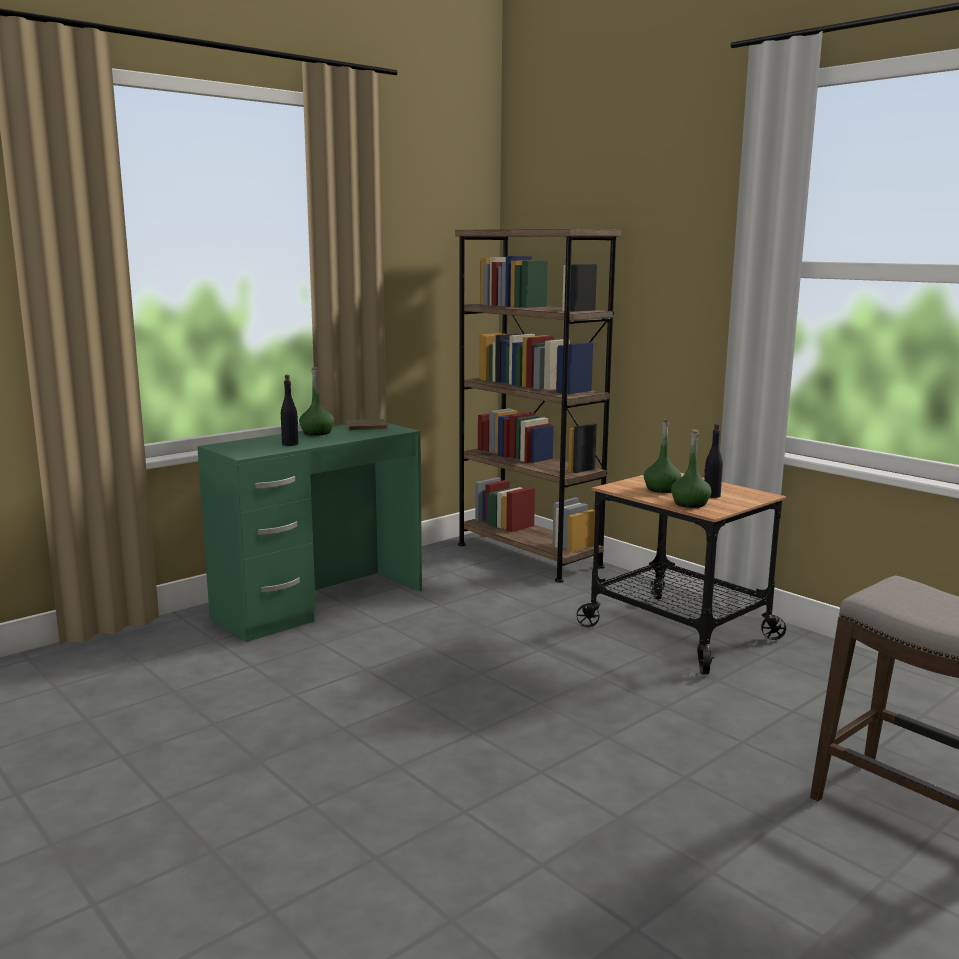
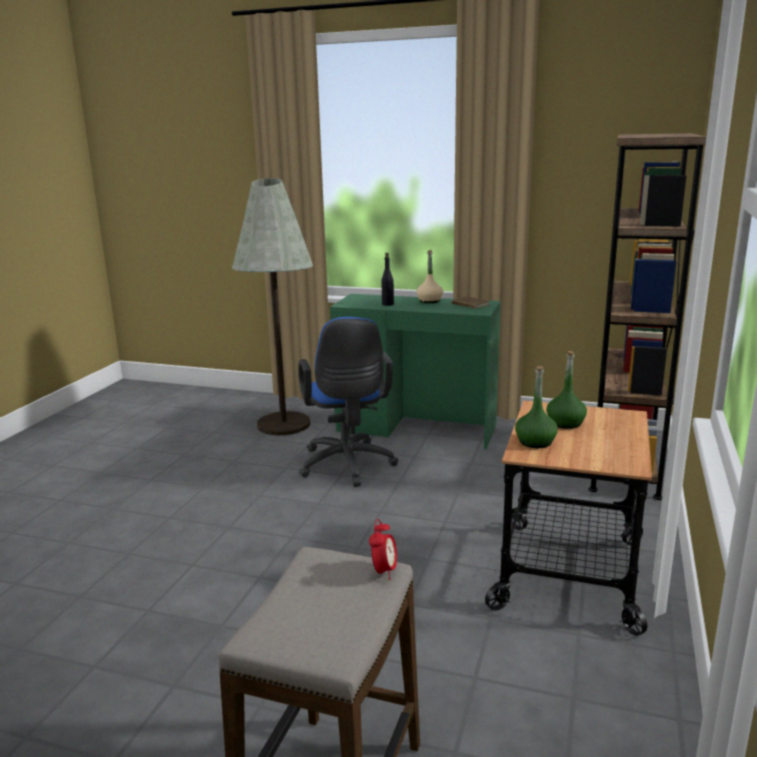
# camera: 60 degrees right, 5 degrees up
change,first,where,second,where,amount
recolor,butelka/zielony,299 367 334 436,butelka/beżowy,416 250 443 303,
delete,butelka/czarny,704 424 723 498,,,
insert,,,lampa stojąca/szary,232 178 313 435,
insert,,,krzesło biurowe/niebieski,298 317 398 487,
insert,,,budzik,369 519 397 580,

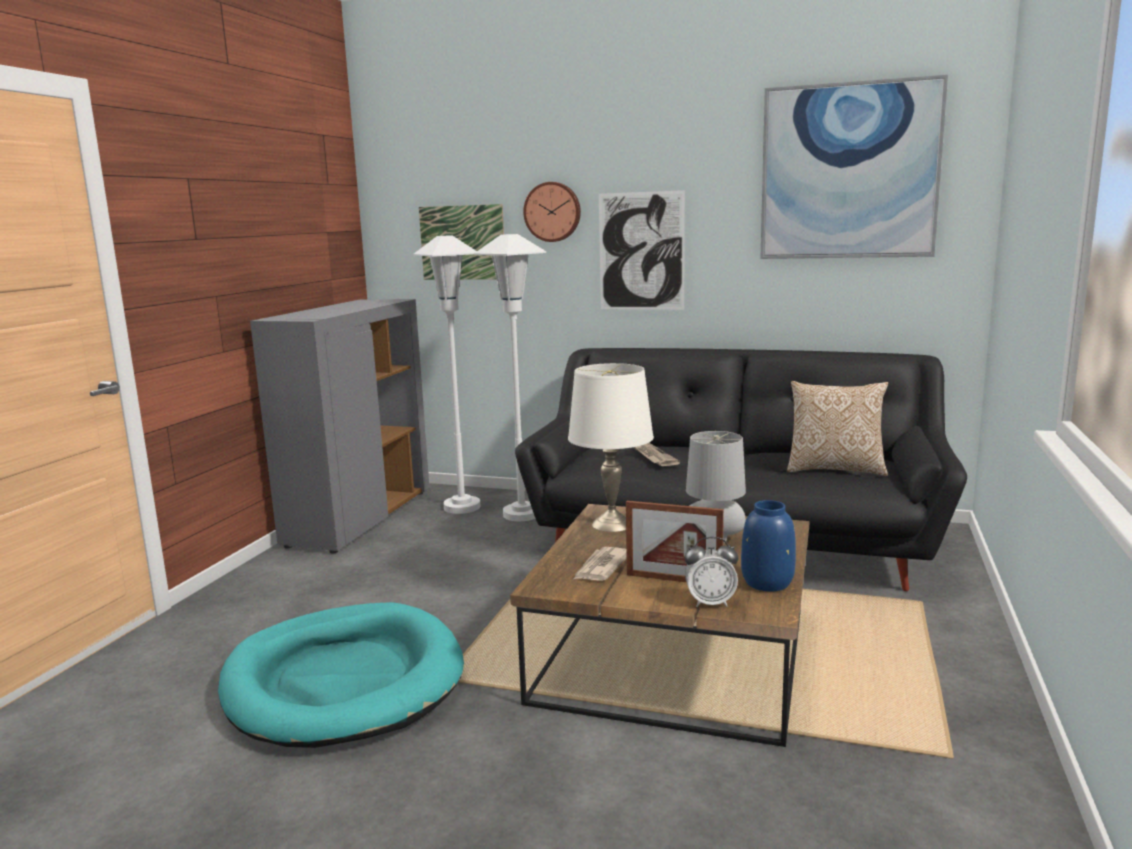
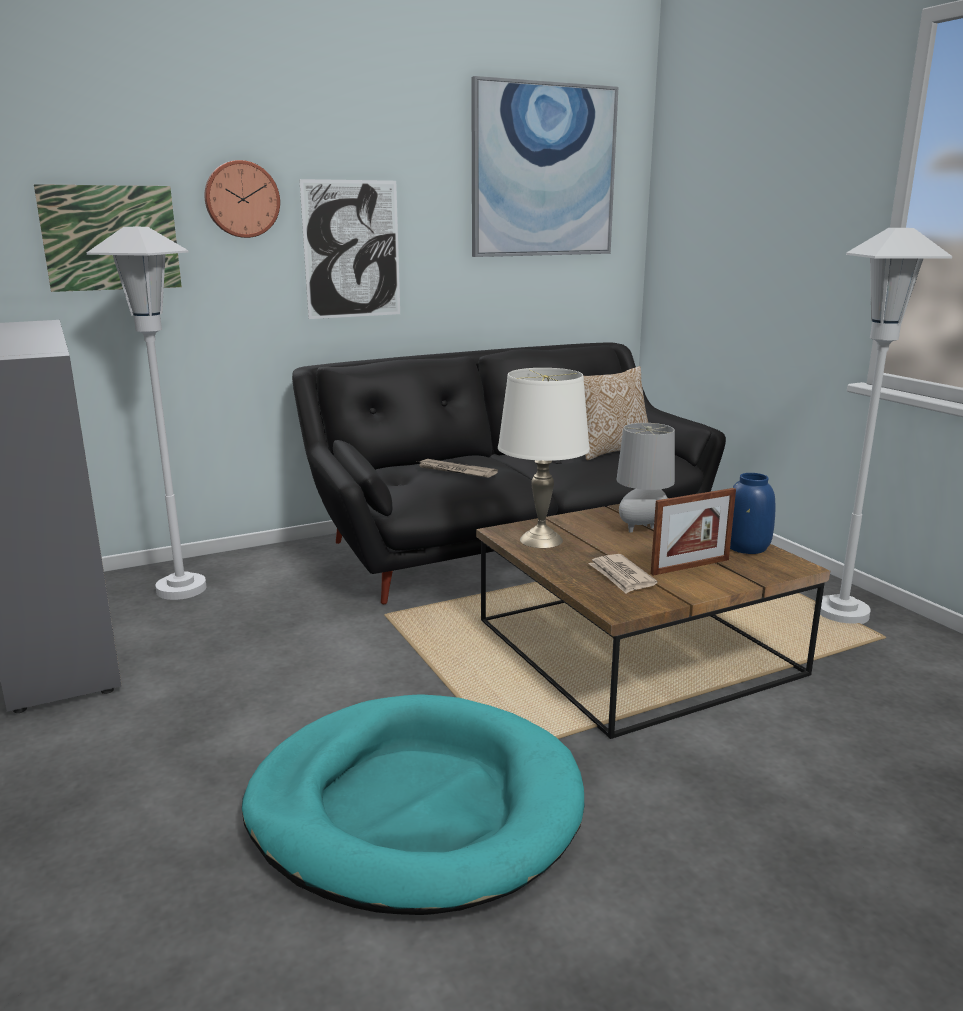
# camera: 45 degrees left, 5 degrees up
change,first,where,second,where,amount
move,lampa stojąca/biały,474 234 546 521,,820 228 952 624,
delete,budzik,685 537 738 607,,,

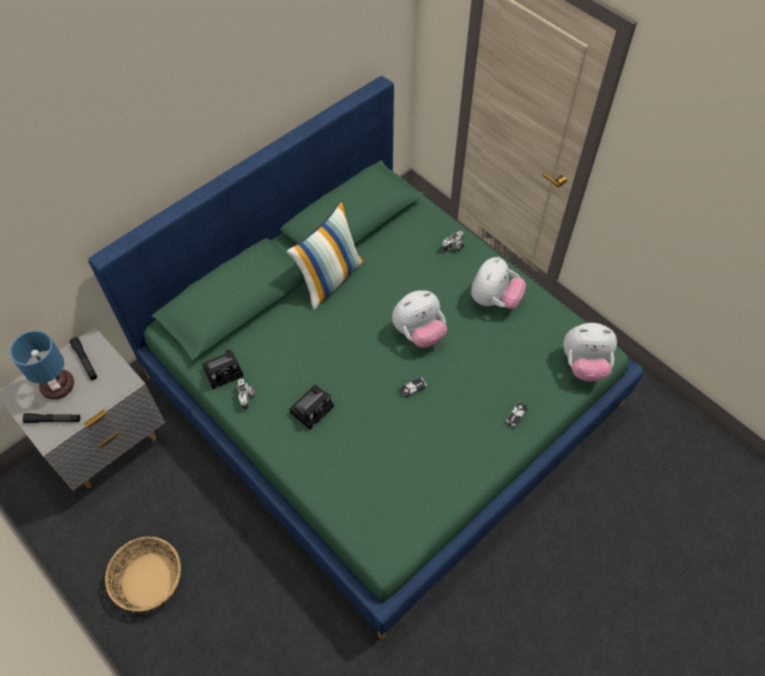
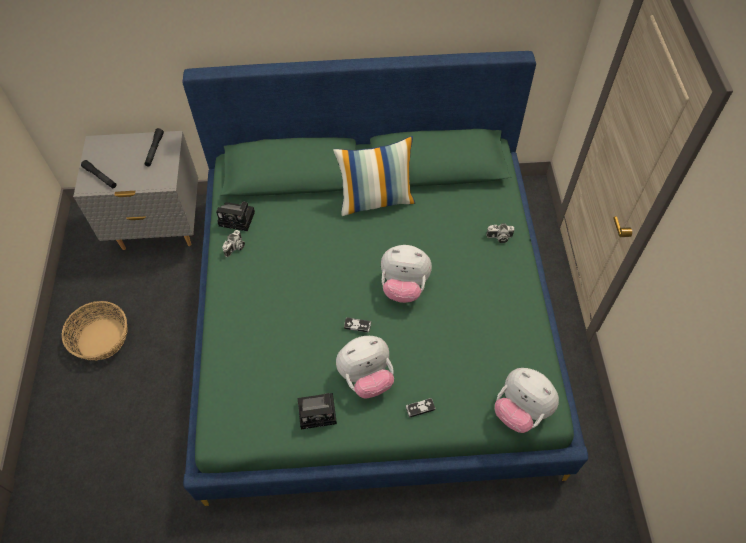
# camera: 40 degrees right, 0 degrees up
change,first,where,second,where,amount
delete,lampa stołowa,10 330 74 400,,,
move,aparat fotograficzny,290 385 334 429,,298 393 337 429,
move,pluszak,471 257 526 309,,336 336 394 399,

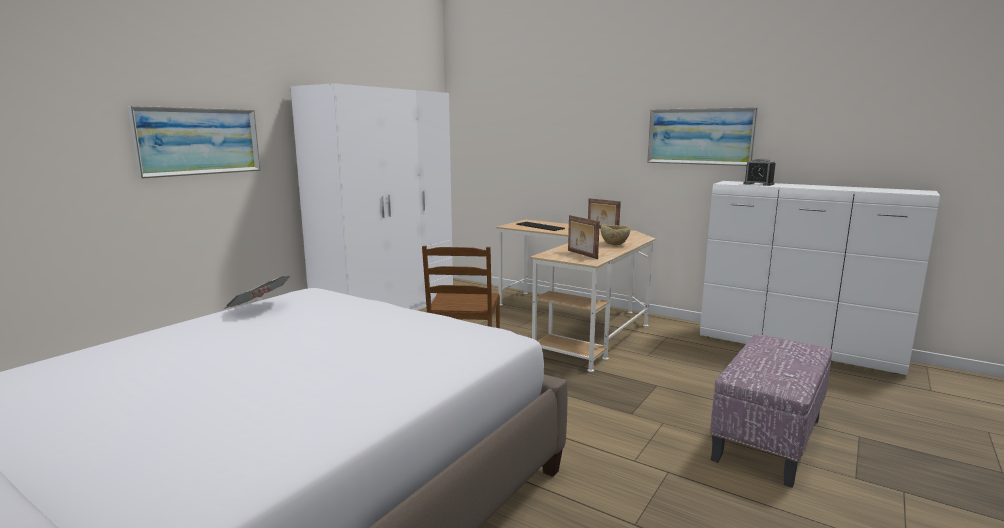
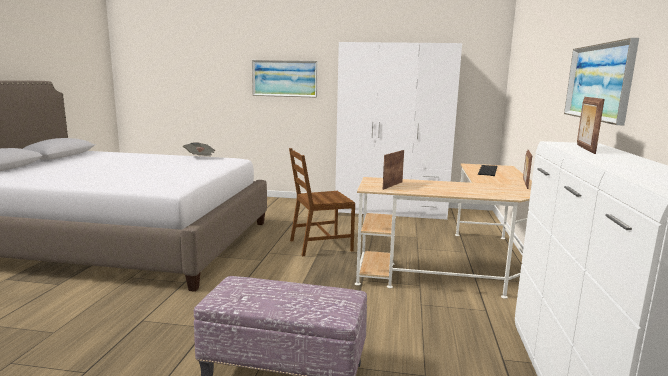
# camera: 65 degrees right, 0 degrees up
change,first,where,second,where,amount
delete,miska/beżowy,601 225 630 245,,,
replace,budzik,743 159 776 186,ramka na zdjęcie,577 97 604 154,

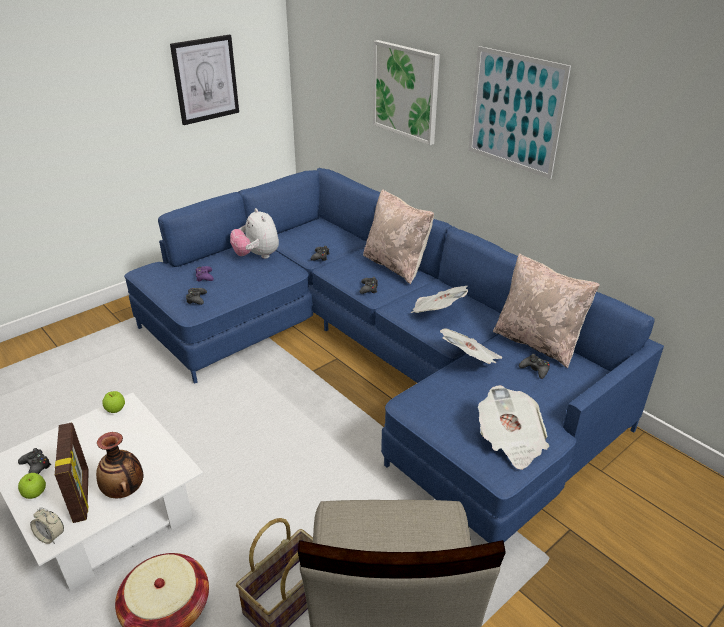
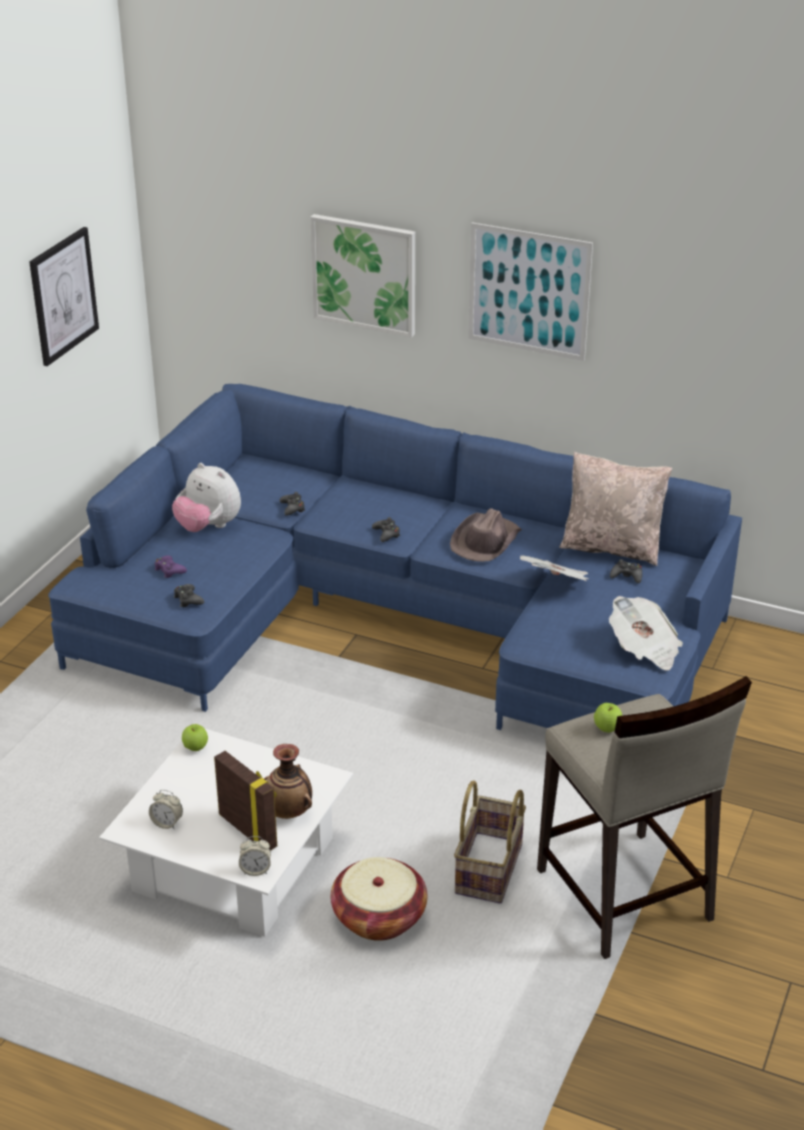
# camera: 25 degrees left, 0 degrees up
change,first,where,second,where,amount
replace,pad do gier/czarny,18 448 51 474,budzik,149 790 183 829,
move,jabłko,18 473 46 499,,594 703 622 732,
delete,poduszka/beżowy,363 189 434 284,,,
replace,gazeta,411 286 468 313,kapelusz/brązowy,450 508 522 562,

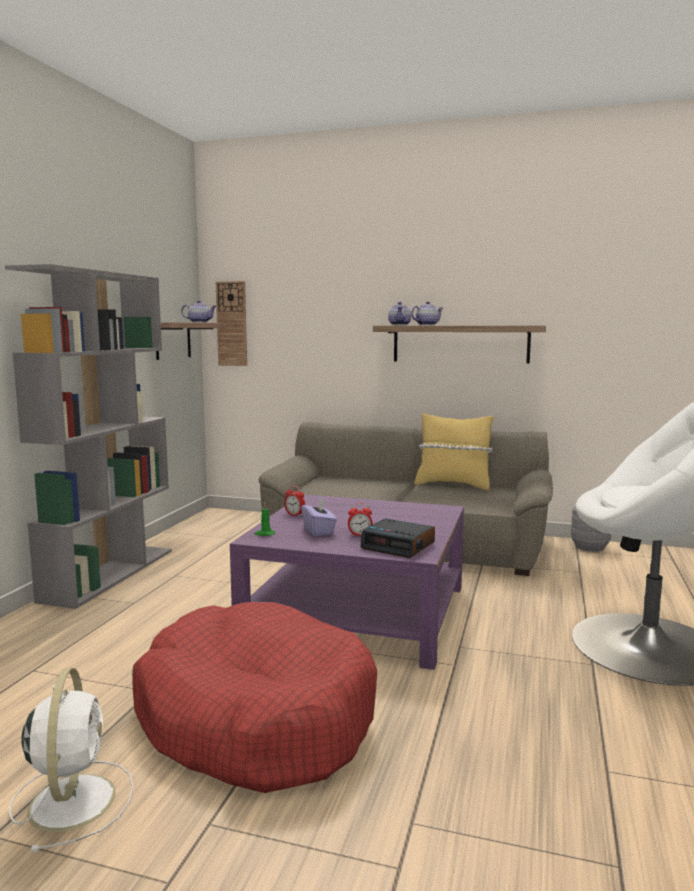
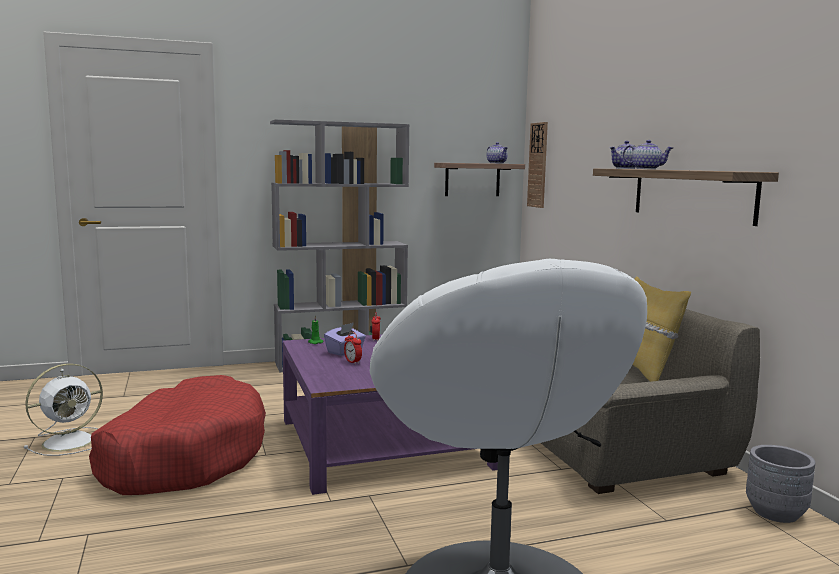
# camera: 55 degrees right, 0 degrees up
change,first,where,second,where,amount
delete,budzik,360 518 435 558,,,

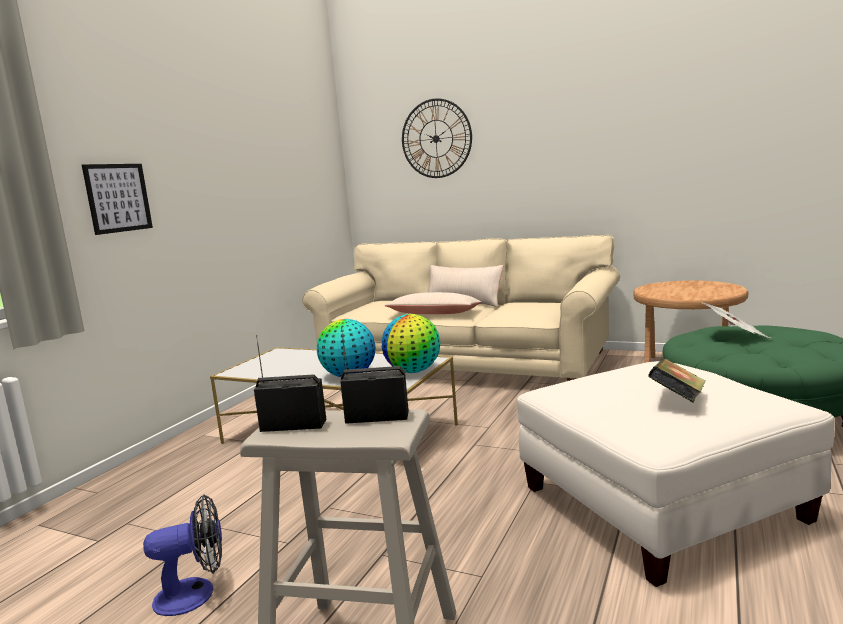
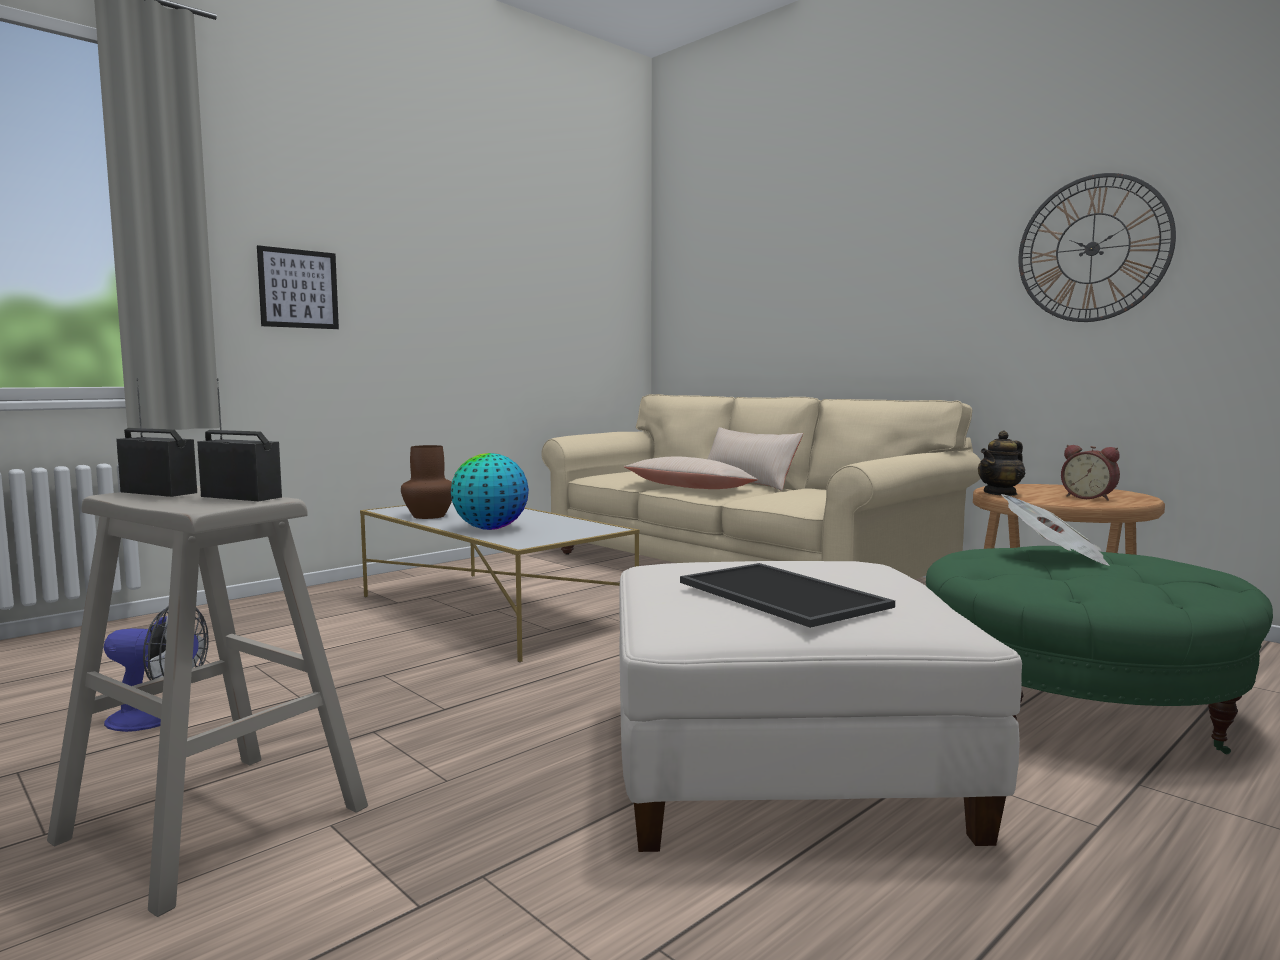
# camera: 20 degrees right, 5 degrees down
change,first,where,second,where,amount
delete,globus,382 314 440 373,,,
move,zegar ścienny,402 98 472 178,,1019 173 1176 322,
replace,książka,648 358 706 403,taca,680 563 895 628,
insert,,,wazon/brązowy,401 445 452 519,
insert,,,imbryk,978 431 1025 496,
insert,,,budzik,1061 445 1120 501,

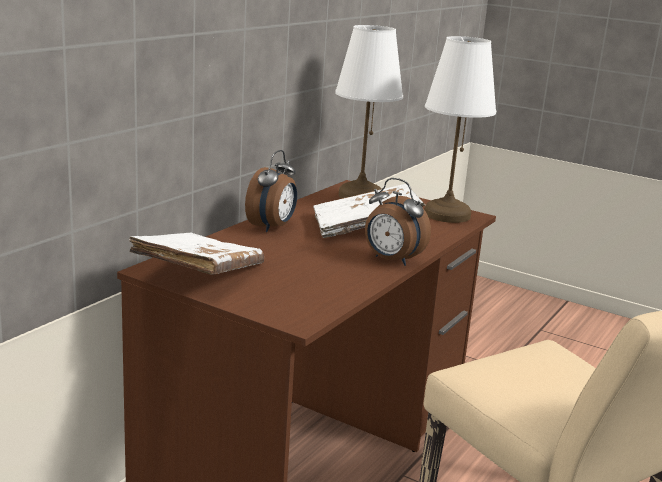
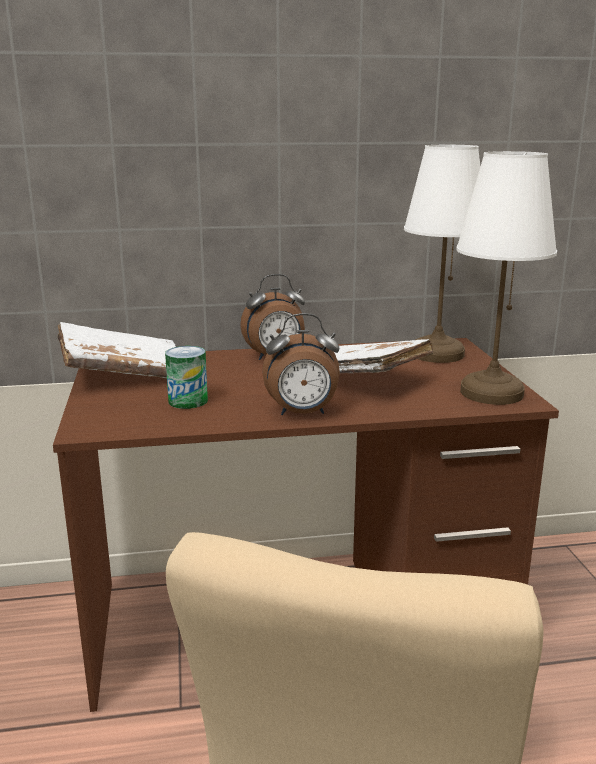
# camera: 50 degrees right, 0 degrees up
change,first,where,second,where,amount
rotate,budzik,365 178 431 266,,262 313 340 415,90 degrees counterclockwise
insert,,,puszka,165 346 208 409,

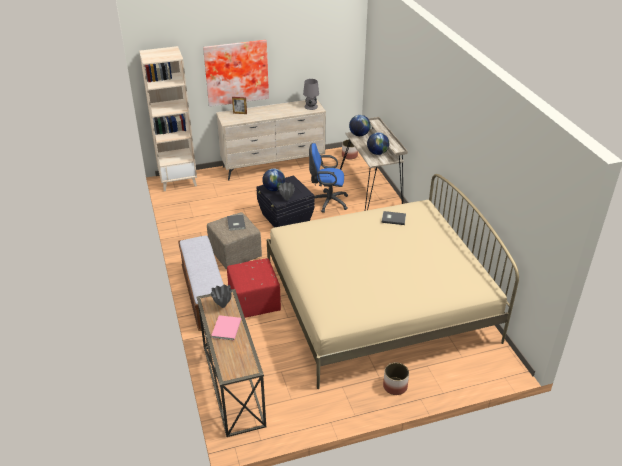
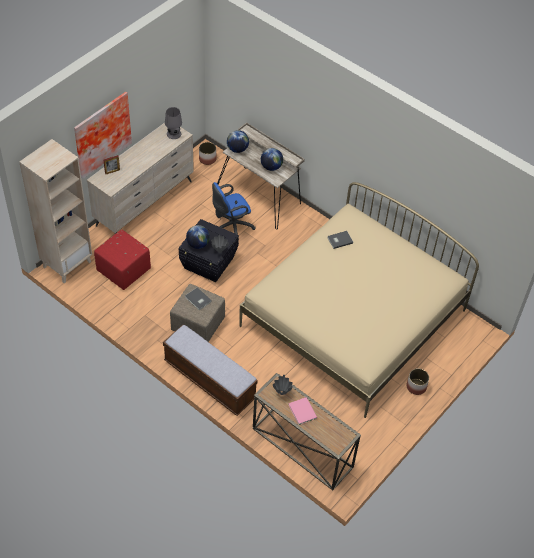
# camera: 35 degrees left, 15 degrees up
change,first,where,second,where,amount
move,pufa/czerwony,227 258 281 318,,94 230 151 290,

